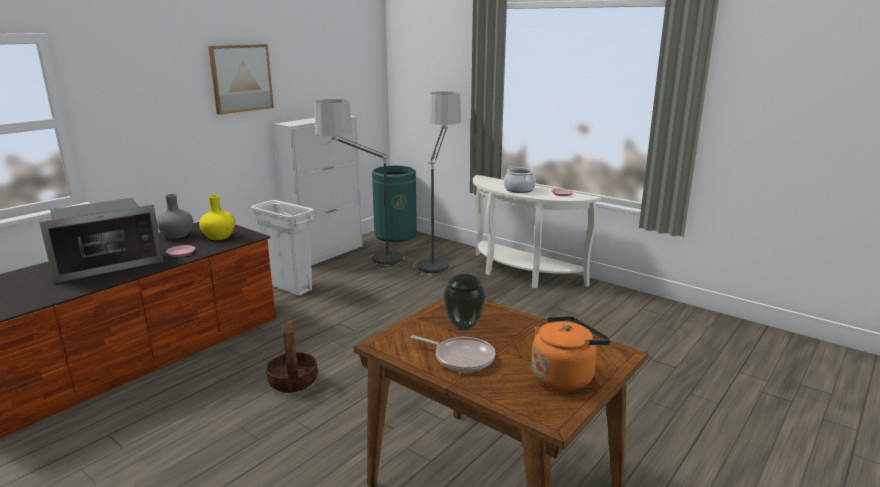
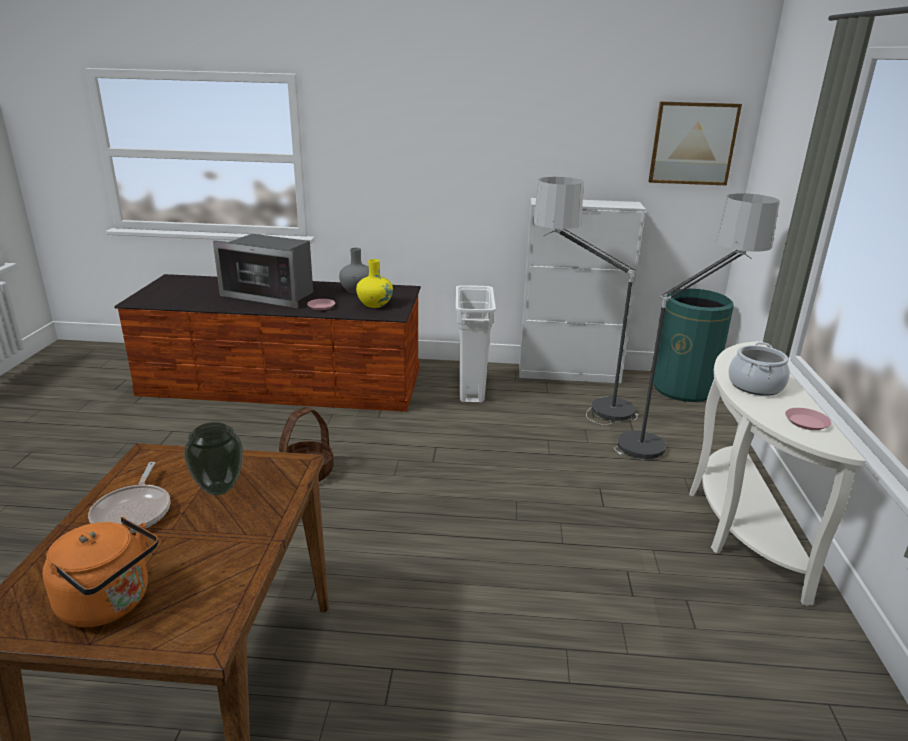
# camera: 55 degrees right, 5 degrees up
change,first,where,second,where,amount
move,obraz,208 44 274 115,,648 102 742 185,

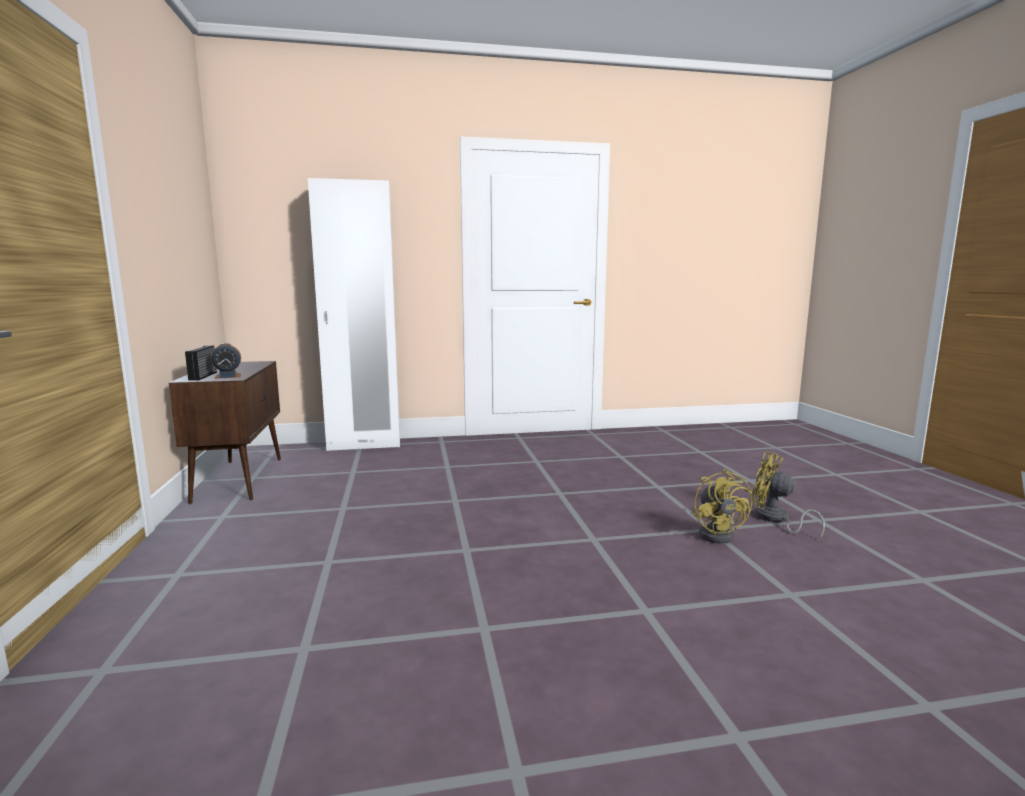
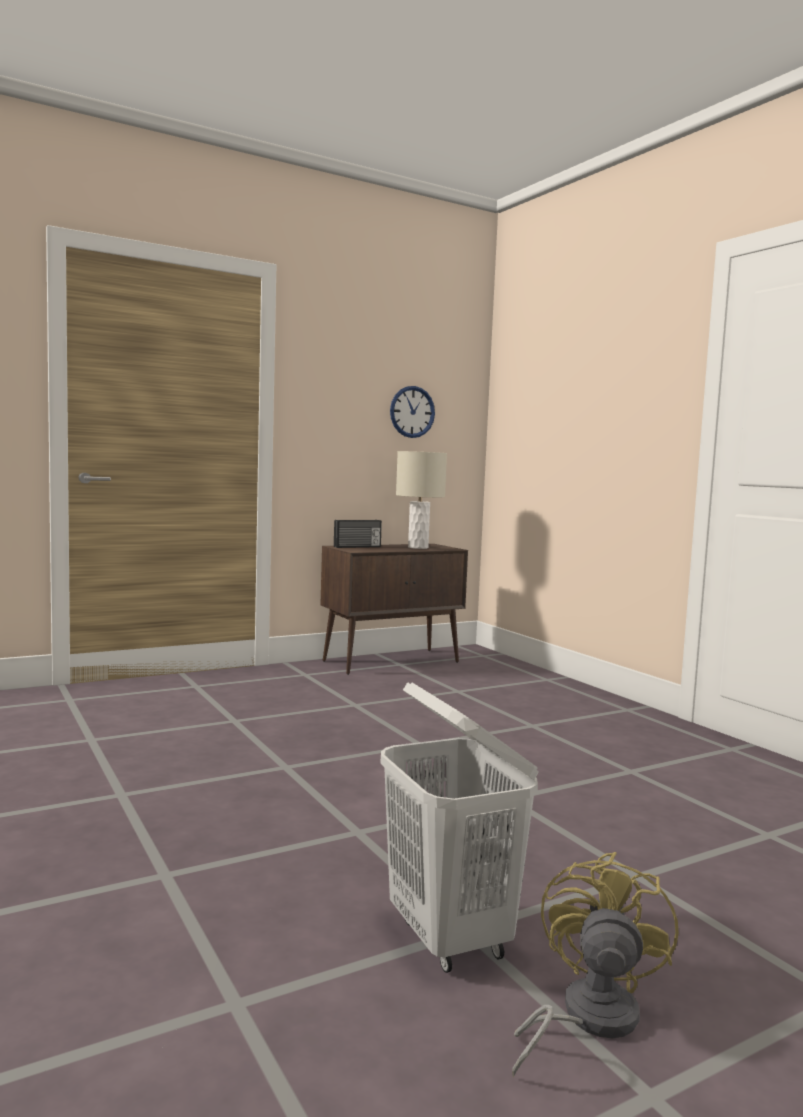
# camera: 70 degrees right, 5 degrees down
change,first,where,second,where,amount
delete,budzik,211 343 241 379,,,
delete,szafa/biały,308 178 400 451,,,
replace,wentylator/żółty,692 469 753 543,kosz na pranie/biały,380 682 539 973,
insert,,,zegar ścienny,390 386 435 438,
insert,,,lampa stołowa/beżowy,396 451 447 549,

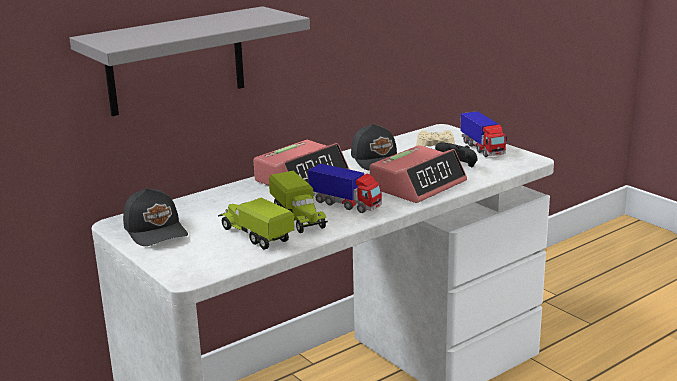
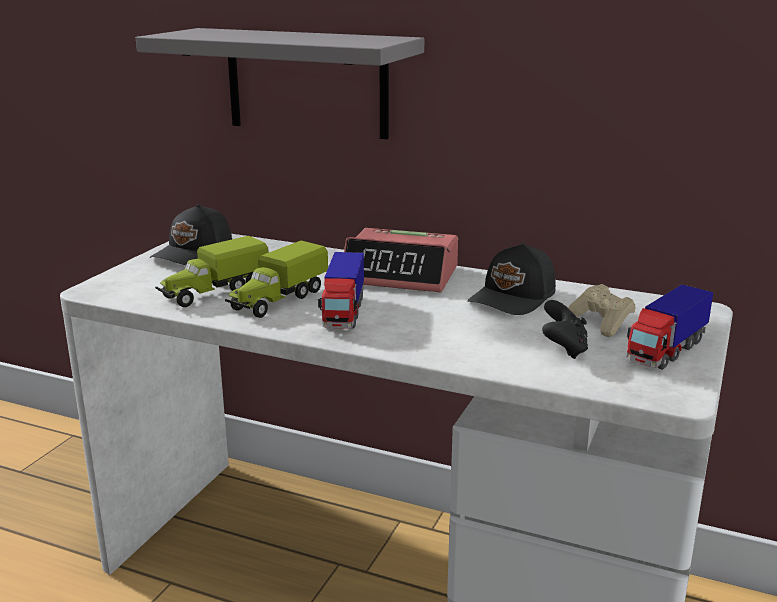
# camera: 60 degrees right, 0 degrees up
change,first,where,second,where,amount
rotate,ciężarówka zabawkowa,218 197 294 250,,155 236 269 307,150 degrees counterclockwise
delete,budzik,370 145 467 203,,,

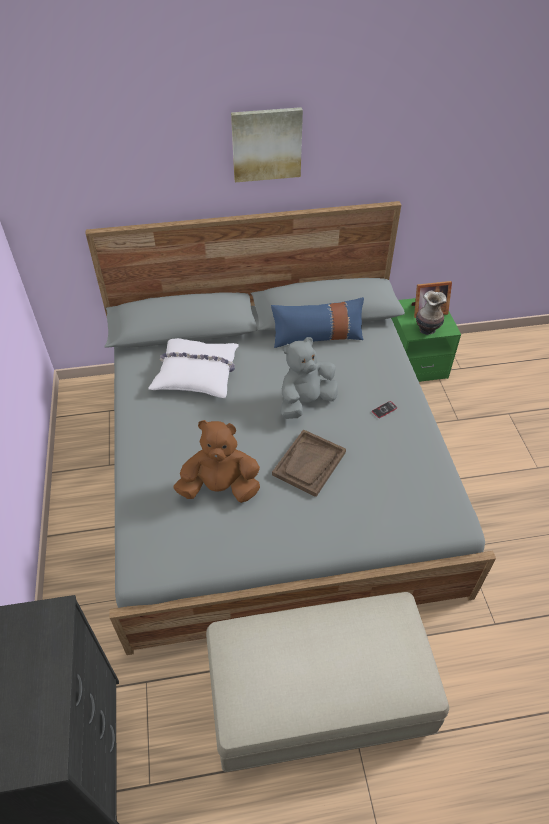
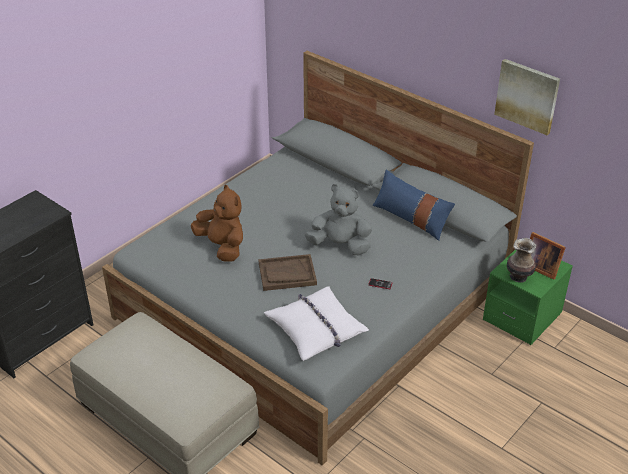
# camera: 50 degrees right, 10 degrees down
change,first,where,second,where,amount
move,poduszka/biały,148 338 239 398,,264 286 369 361,
move,obraz,231 107 303 182,,494 59 560 135,

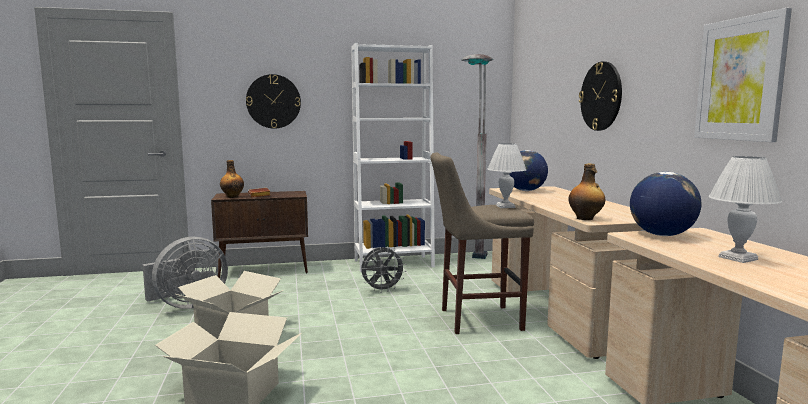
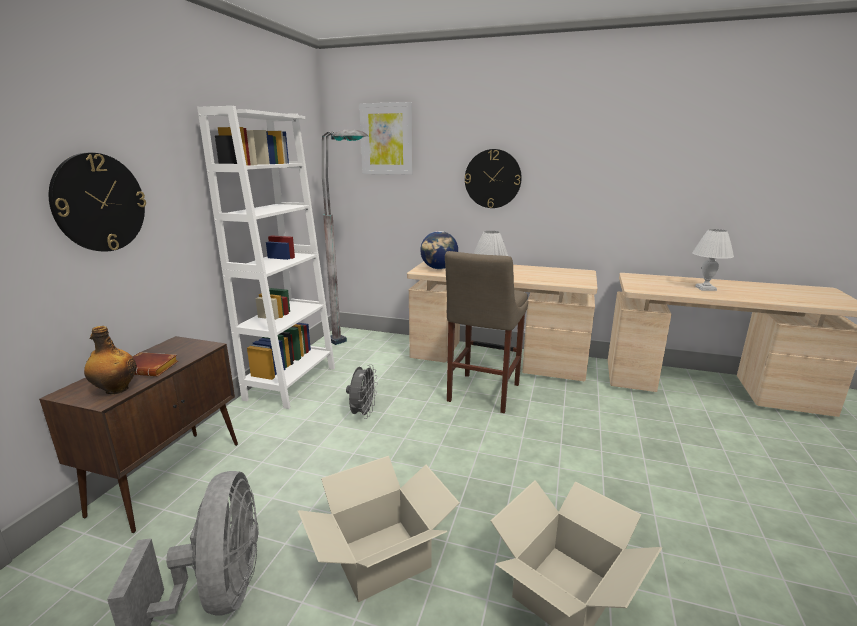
# camera: 60 degrees left, 10 degrees up
change,first,where,second,where,amount
delete,butelka,569 164 605 220,,,
delete,globus,630 172 701 236,,,
move,obraz,694 8 792 142,,359 102 413 175,

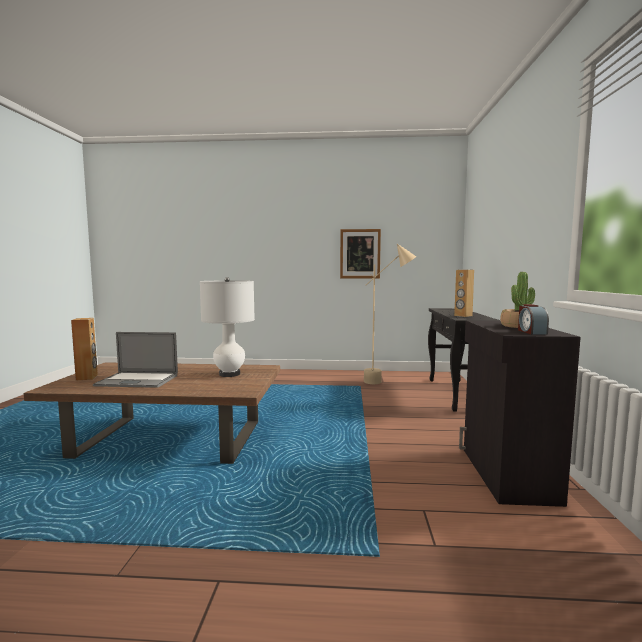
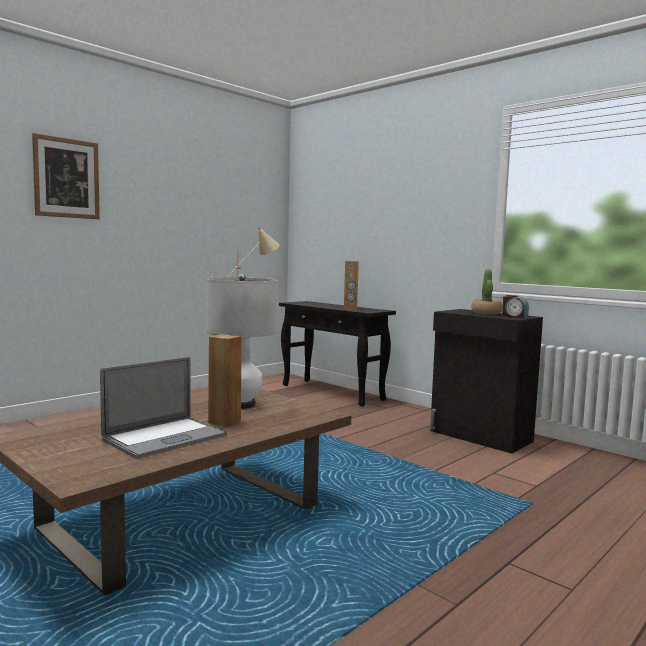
# camera: 50 degrees left, 0 degrees up
change,first,where,second,where,amount
move,głośnik/brązowy,71 318 98 381,,208 334 242 427,
move,obraz,340 229 381 279,,32 133 100 219,

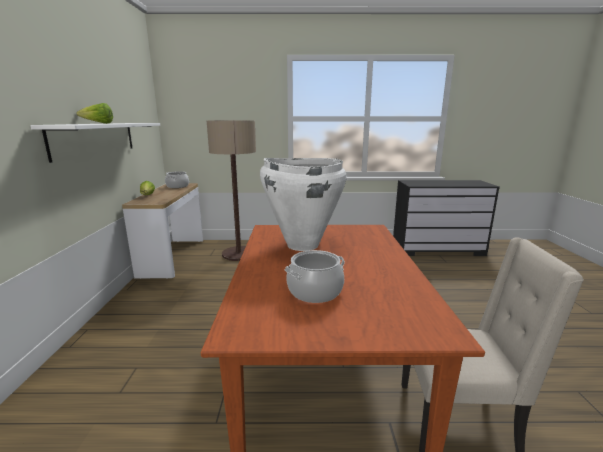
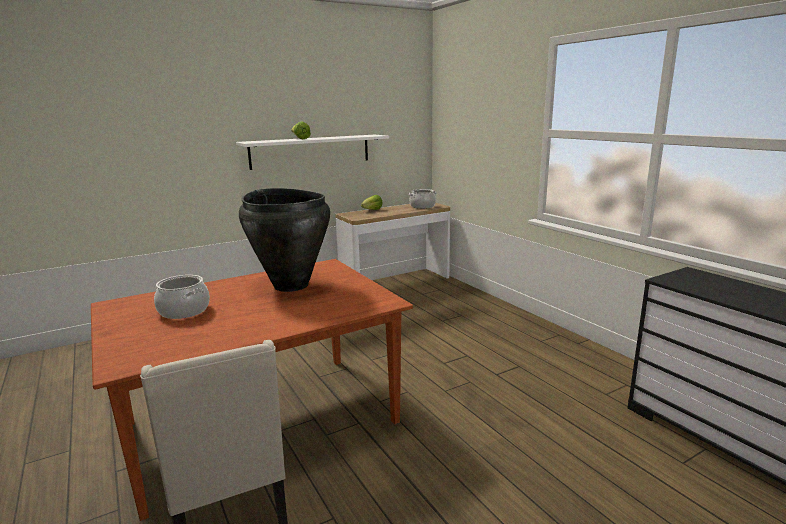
# camera: 60 degrees right, 0 degrees up
change,first,where,second,where,amount
delete,lampa stojąca,207 121 256 261,,,
recolor,wazon/biały,260 158 346 251,wazon/czarny,239 188 330 292,

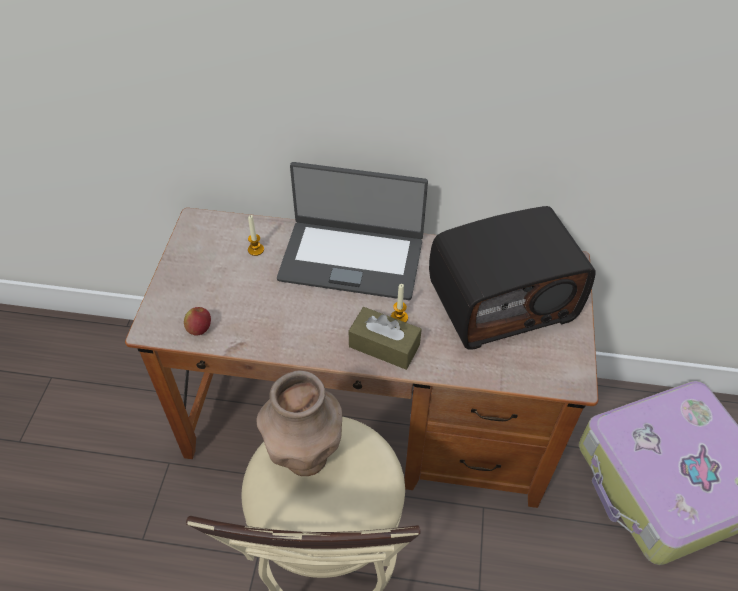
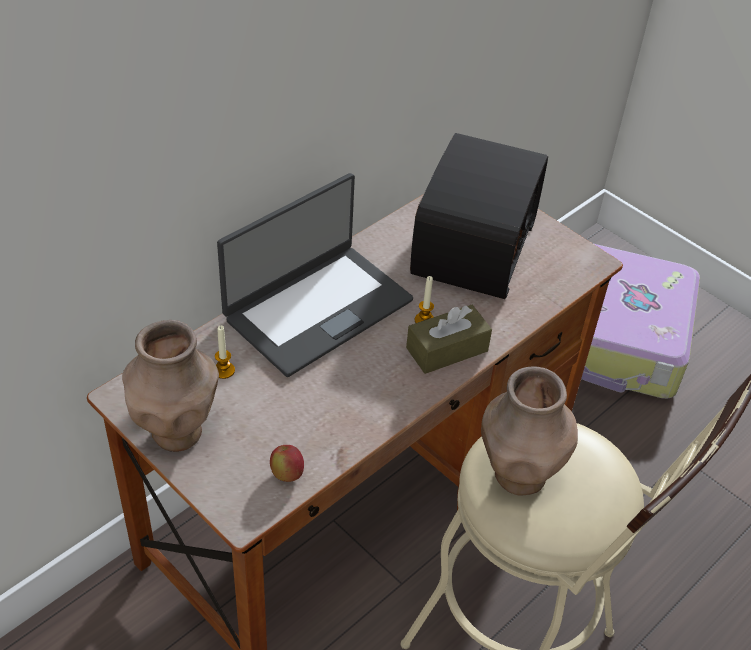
# camera: 55 degrees left, 5 degrees down
change,first,where,second,where,amount
insert,,,wazon/brązowy,122 320 219 452,

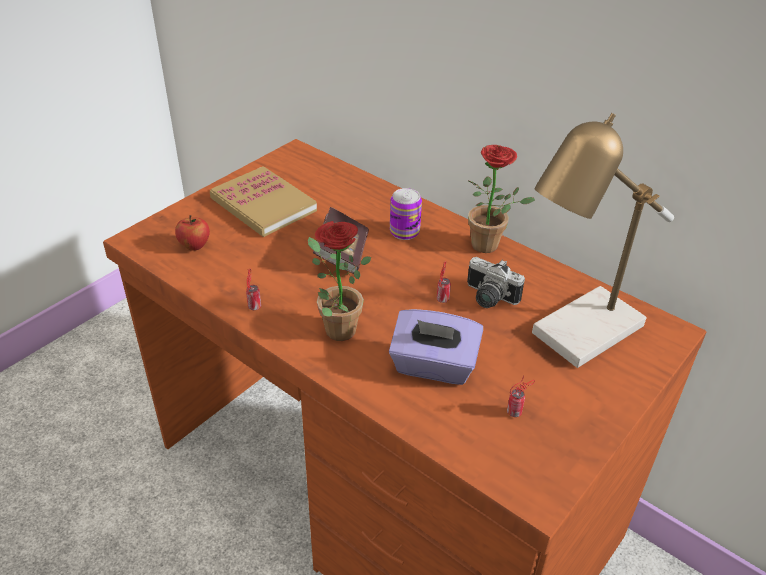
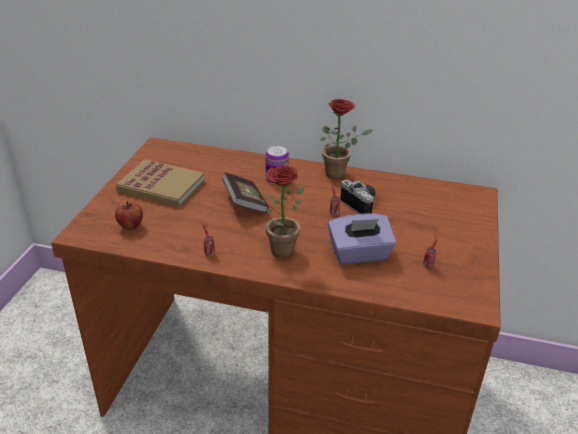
# camera: 25 degrees left, 5 degrees down
change,first,where,second,where,amount
rotate,aparat fotograficzny,467 257 525 308,,340 180 375 214,135 degrees counterclockwise
delete,lampa stołowa,532 113 674 368,,,

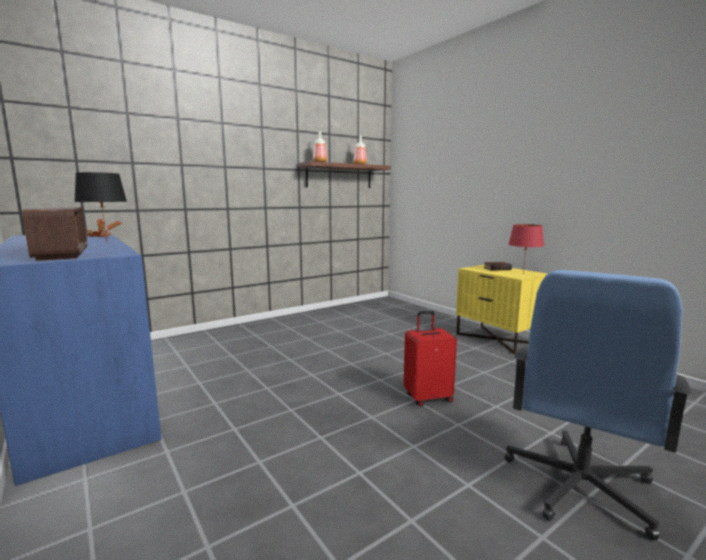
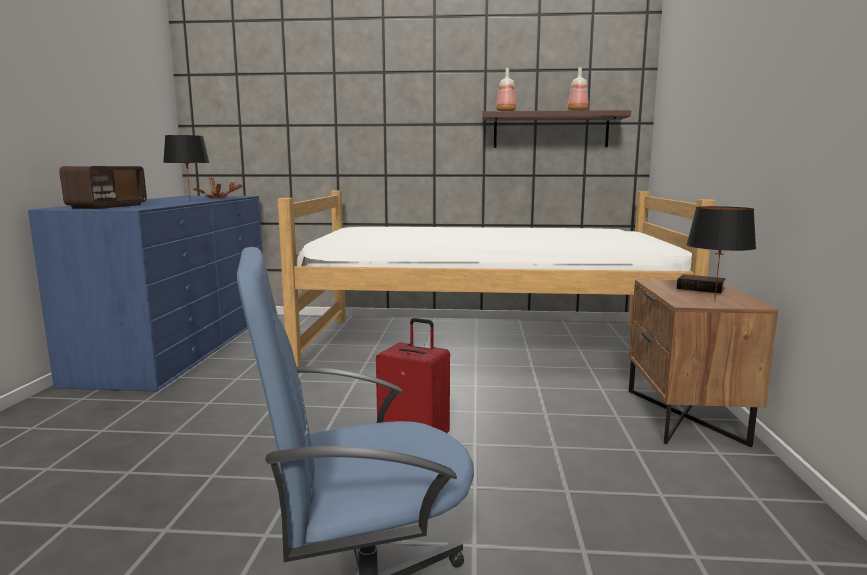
# camera: 40 degrees right, 0 degrees up
change,first,where,second,where,amount
recolor,szafka nocna/żółty,456 265 547 355,szafka nocna/brązowy,629 280 778 447,
recolor,lampa stołowa/czerwony,508 224 544 274,lampa stołowa/czarny,686 206 756 302,
insert,,,łóżko,278 190 715 366,

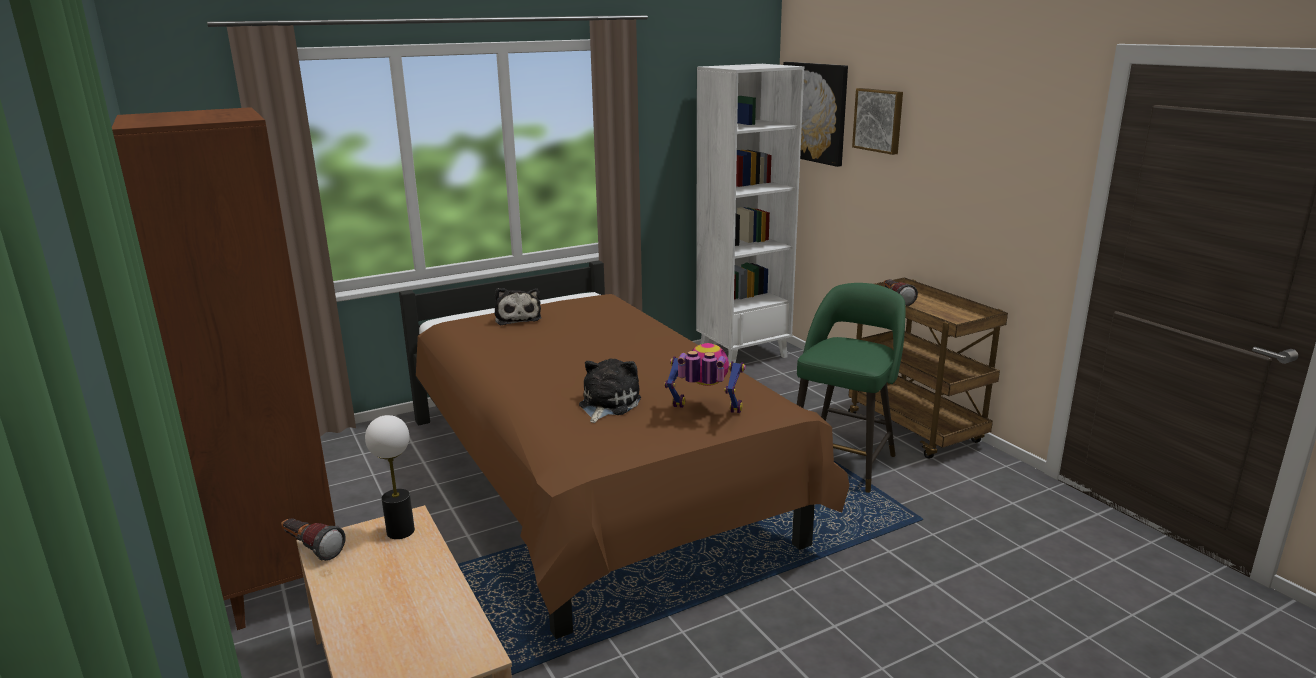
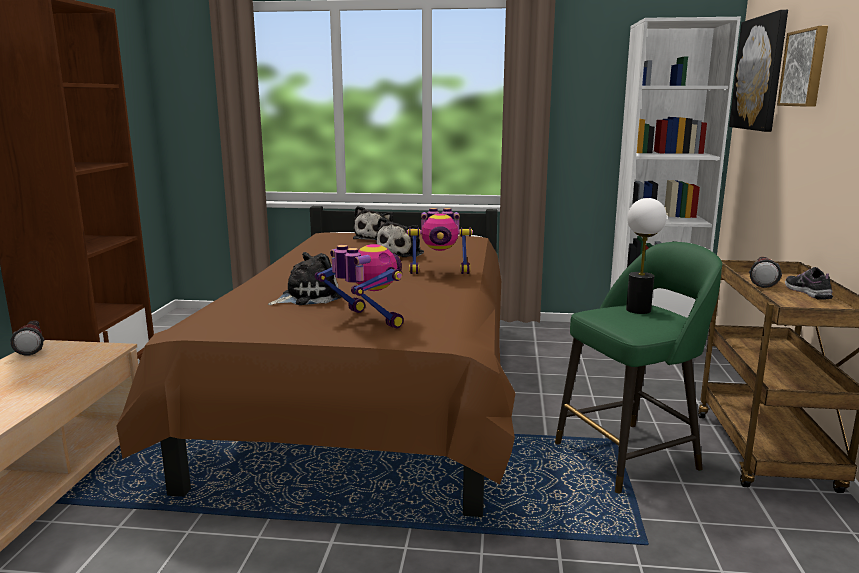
# camera: 35 degrees right, 5 degrees down
change,first,where,second,where,amount
move,lampa stołowa,365 415 415 539,,626 198 667 314,
insert,,,pluszak,376 217 424 257,
insert,,,robot zabawkowy,407 208 473 274,
insert,,,but,785 267 833 300,

